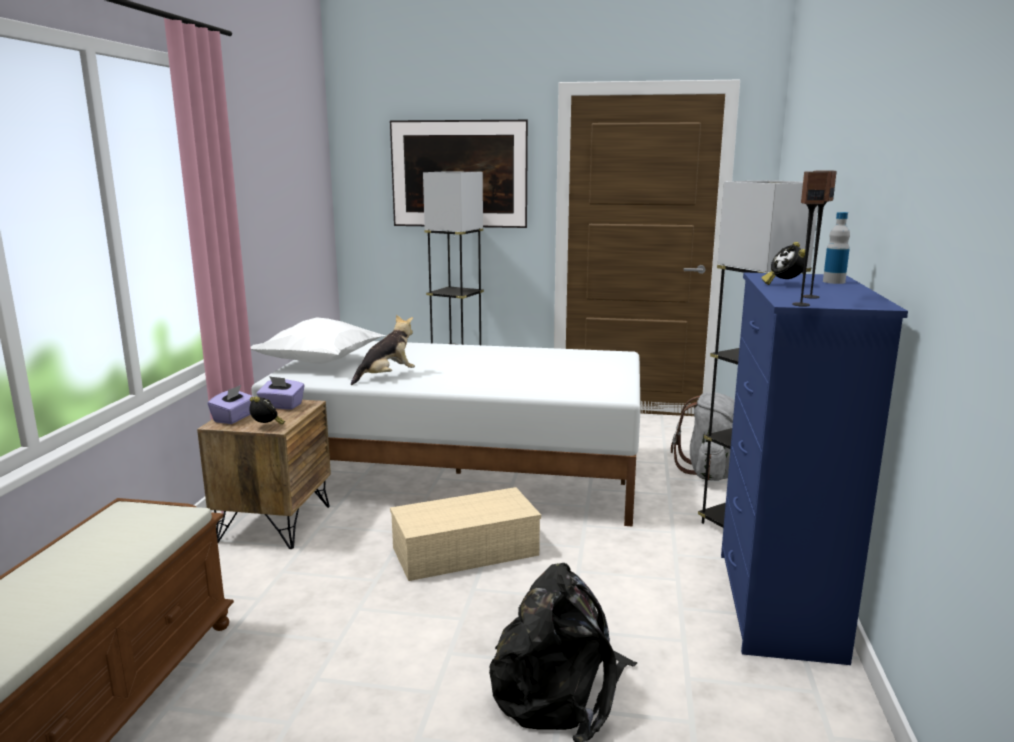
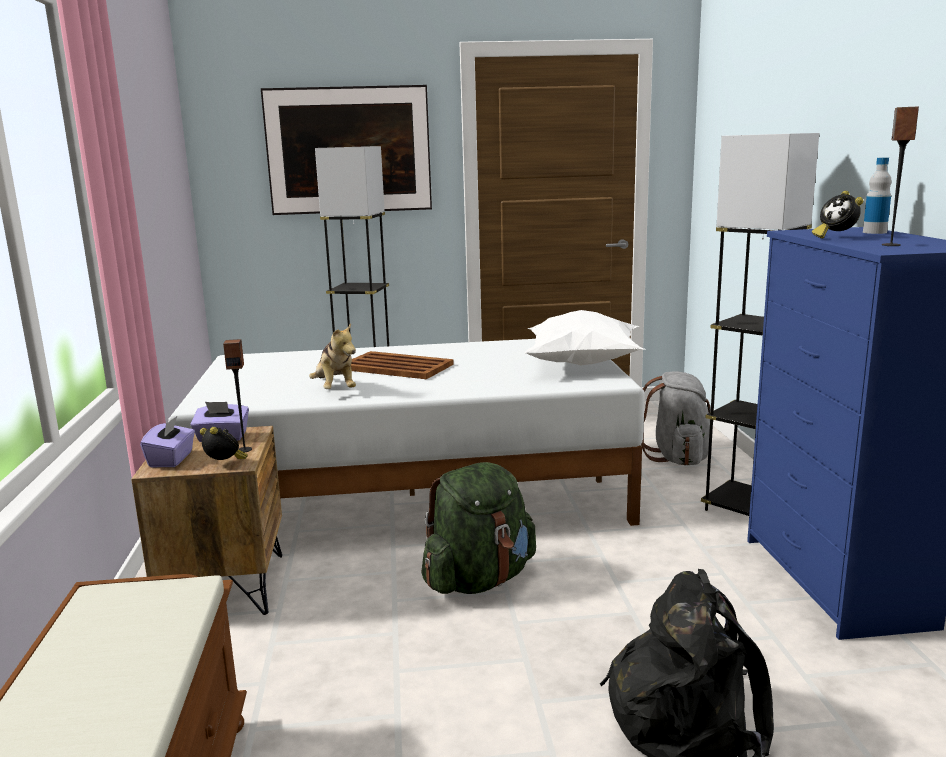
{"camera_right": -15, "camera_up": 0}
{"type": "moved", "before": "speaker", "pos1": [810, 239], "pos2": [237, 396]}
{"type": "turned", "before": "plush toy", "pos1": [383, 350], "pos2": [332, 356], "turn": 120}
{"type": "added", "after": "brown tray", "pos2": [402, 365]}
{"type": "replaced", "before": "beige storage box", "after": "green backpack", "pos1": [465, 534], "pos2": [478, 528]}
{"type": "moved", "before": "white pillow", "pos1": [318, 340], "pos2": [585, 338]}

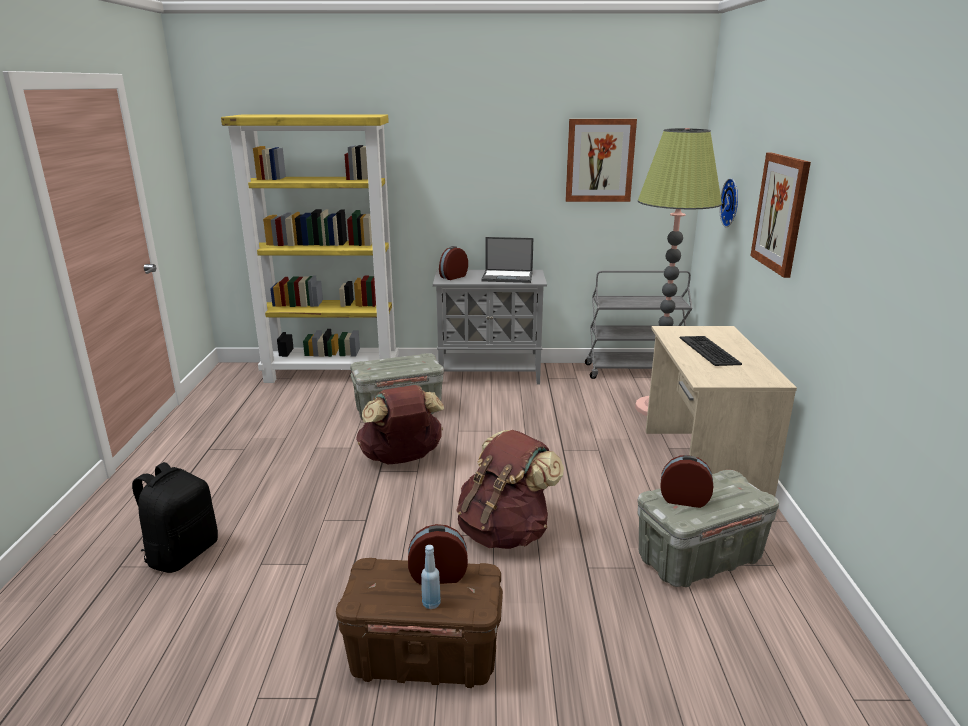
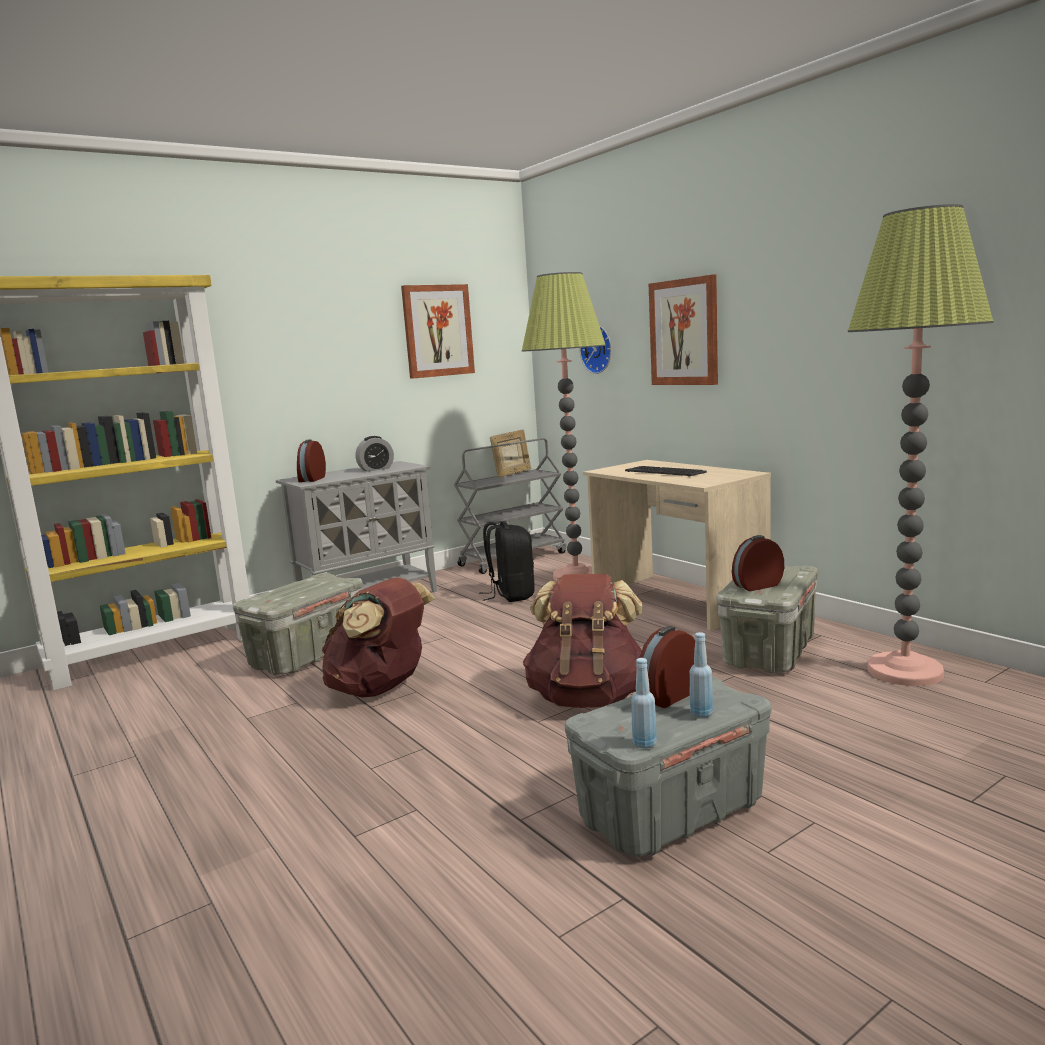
{"camera_right": -35, "camera_up": -10}
{"type": "replaced", "before": "laptop", "after": "alarm clock", "pos1": [507, 260], "pos2": [374, 454]}
{"type": "moved", "before": "black backpack", "pos1": [175, 517], "pos2": [507, 561]}
{"type": "added", "after": "picture frame", "pos2": [510, 453]}
{"type": "recoloured", "before": "brown storage box", "after": "grey storage box", "pos1": [419, 623], "pos2": [668, 766]}
{"type": "added", "after": "blue bottle", "pos2": [644, 703]}
{"type": "added", "after": "floor lamp", "pos2": [921, 445]}

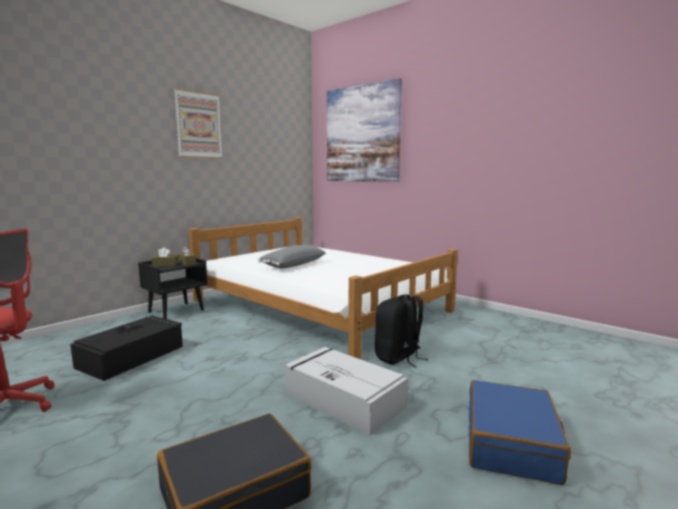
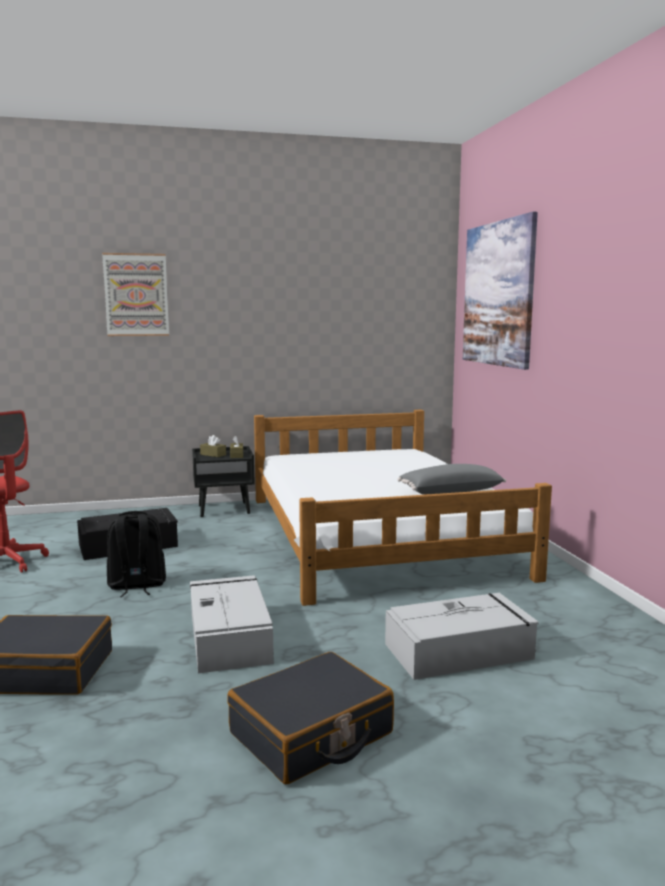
{"camera_right": 35, "camera_up": 0}
{"type": "moved", "before": "picture", "pos1": [198, 123], "pos2": [135, 294]}
{"type": "moved", "before": "black backpack", "pos1": [401, 330], "pos2": [136, 554]}
{"type": "recoloured", "before": "blue suitcase", "after": "black suitcase", "pos1": [520, 432], "pos2": [310, 718]}
{"type": "added", "after": "grey storage box", "pos2": [462, 636]}
{"type": "moved", "before": "grey pillow", "pos1": [292, 256], "pos2": [451, 479]}

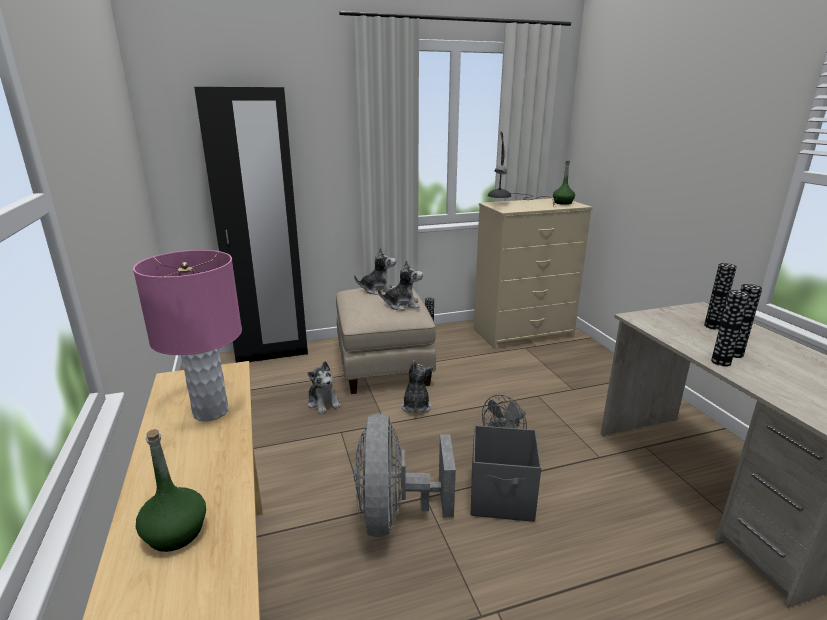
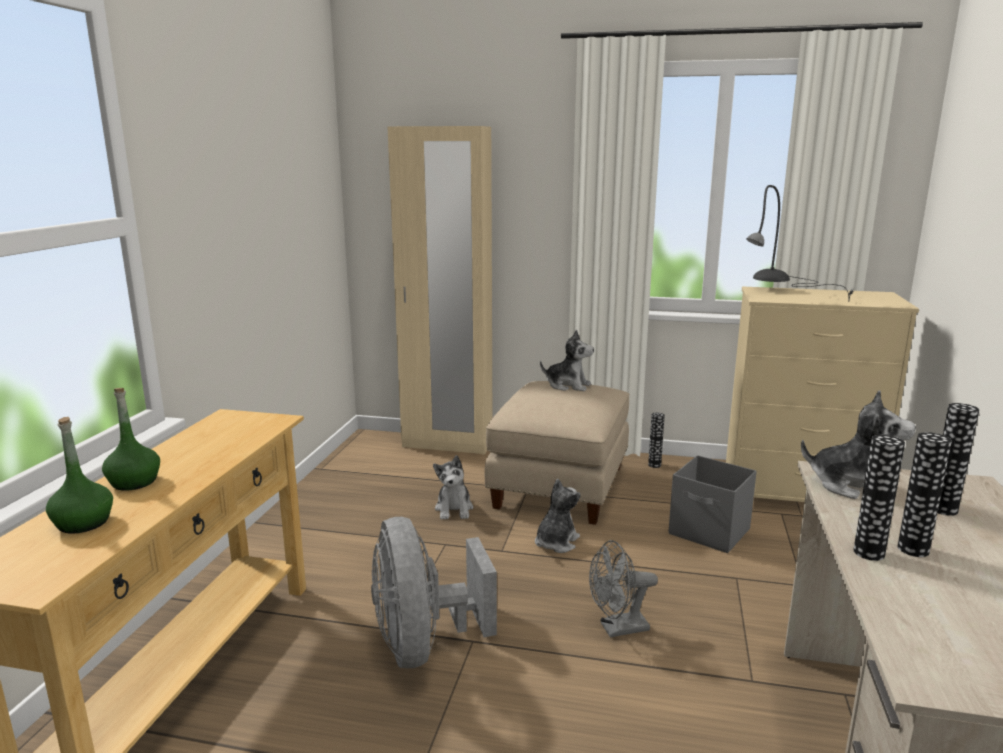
{"camera_right": 30, "camera_up": -5}
{"type": "moved", "before": "green bottle", "pos1": [564, 183], "pos2": [131, 439]}
{"type": "turned", "before": "grey fan", "pos1": [405, 475], "pos2": [434, 592], "turn": -45}
{"type": "recoloured", "before": "black wardrobe", "after": "beige wardrobe", "pos1": [251, 225], "pos2": [440, 290]}
{"type": "moved", "before": "grey storage box", "pos1": [506, 473], "pos2": [713, 504]}
{"type": "moved", "before": "plush toy", "pos1": [400, 285], "pos2": [858, 444]}
{"type": "removed", "before": "pink table lamp", "pos1": [187, 336]}

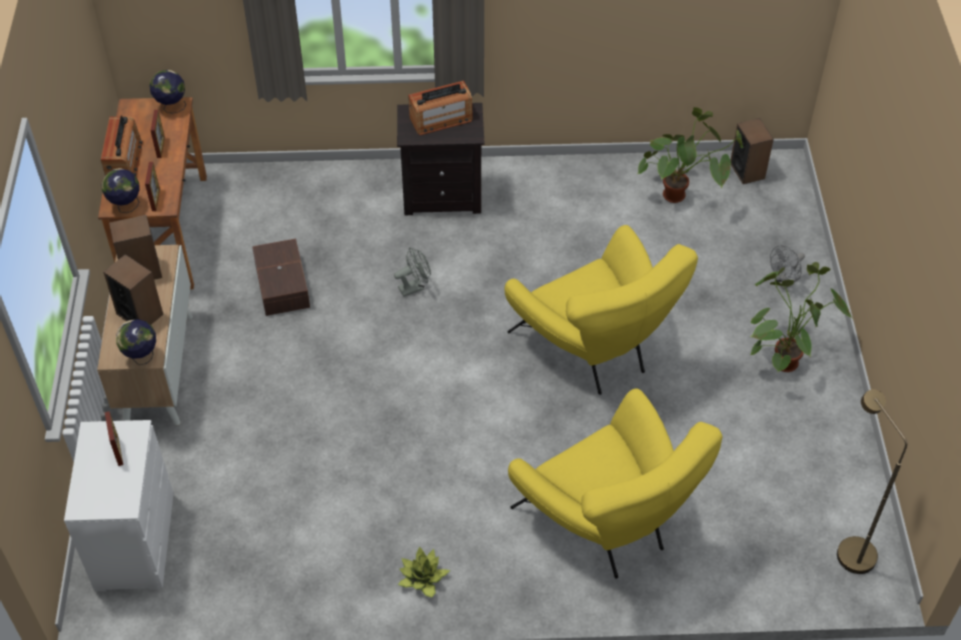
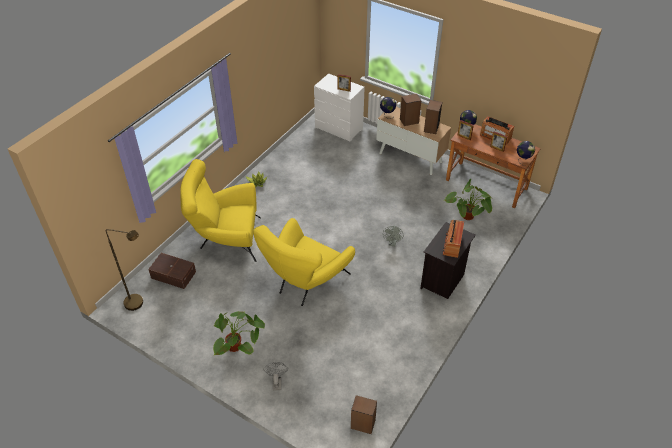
{"camera_right": 125, "camera_up": -5}
{"type": "moved", "before": "brown storage box", "pos1": [281, 277], "pos2": [172, 271]}
{"type": "turned", "before": "yellow armchair", "pos1": [601, 310], "pos2": [304, 262], "turn": -60}
{"type": "moved", "before": "potted plant", "pos1": [690, 155], "pos2": [468, 199]}

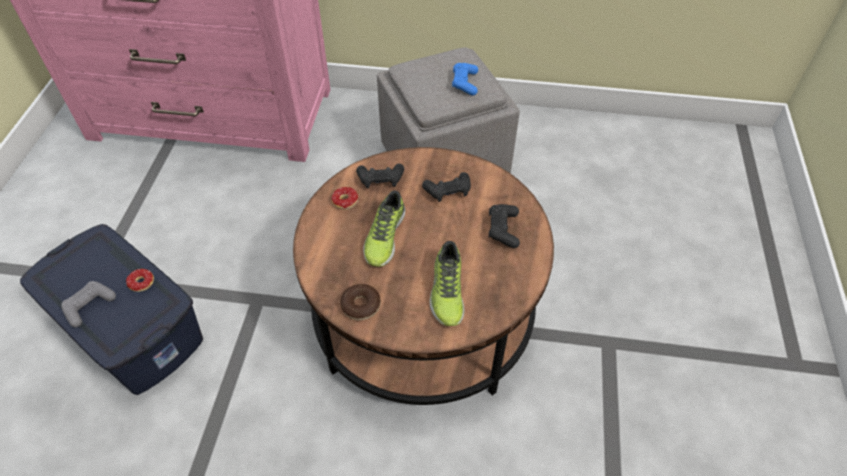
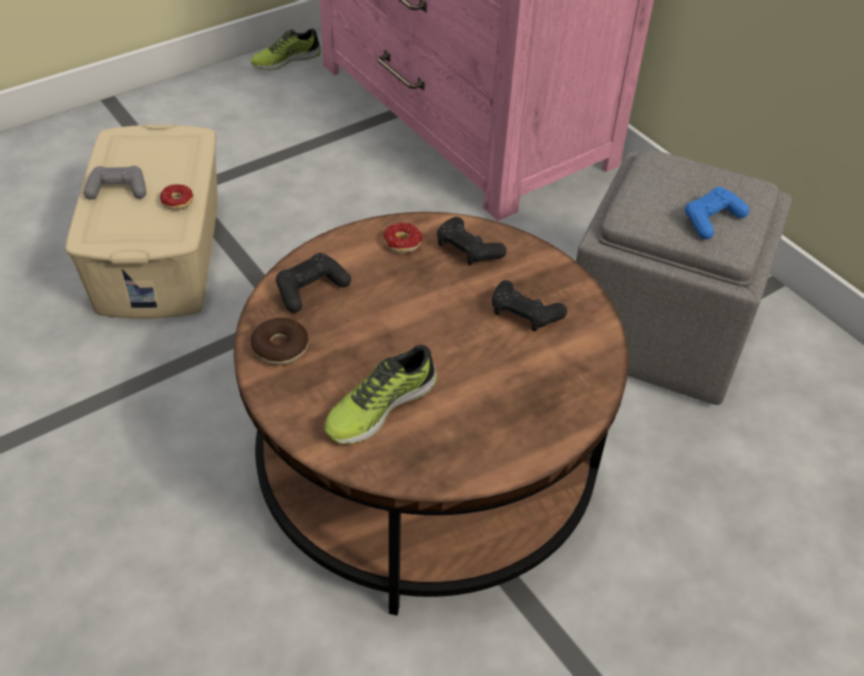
{"camera_right": 45, "camera_up": -5}
{"type": "recoloured", "before": "blue storage box", "after": "beige storage box", "pos1": [111, 309], "pos2": [141, 221]}
{"type": "moved", "before": "shoe", "pos1": [384, 229], "pos2": [286, 49]}
{"type": "moved", "before": "black game controller", "pos1": [504, 226], "pos2": [313, 283]}

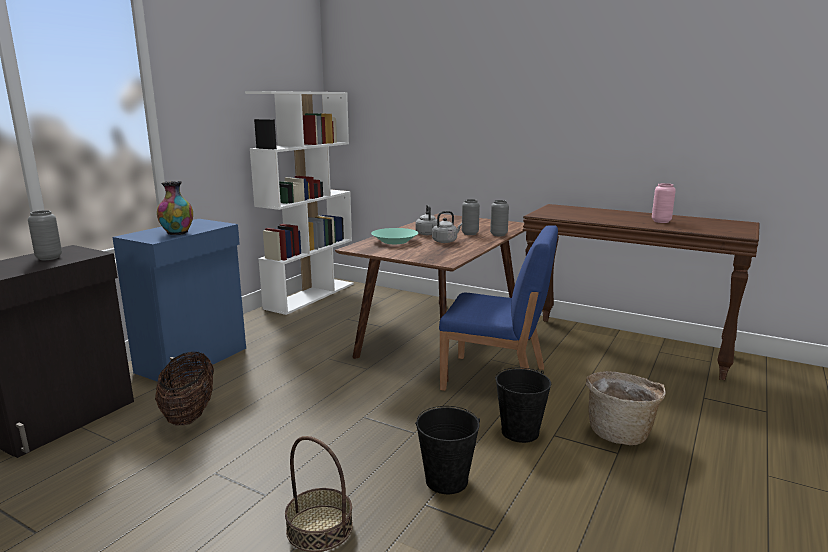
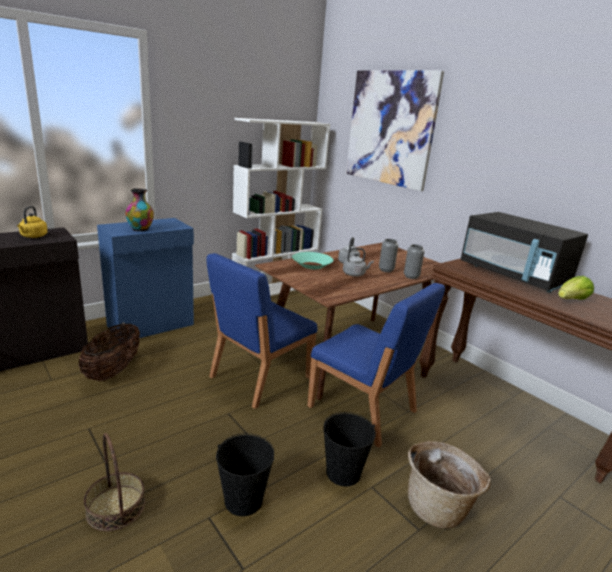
{"camera_right": 20, "camera_up": 5}
{"type": "replaced", "before": "grey vase", "after": "yellow kettle", "pos1": [45, 235], "pos2": [32, 222]}
{"type": "added", "after": "blue chair", "pos2": [262, 331]}
{"type": "added", "after": "picture", "pos2": [395, 130]}
{"type": "added", "after": "black microwave", "pos2": [524, 252]}
{"type": "replaced", "before": "pink vase", "after": "lettuce", "pos1": [664, 203], "pos2": [576, 288]}

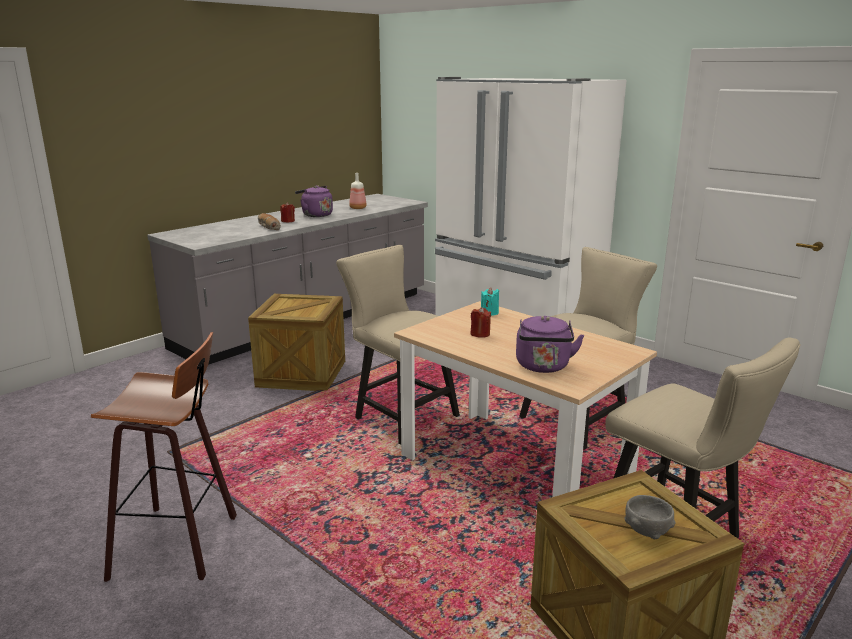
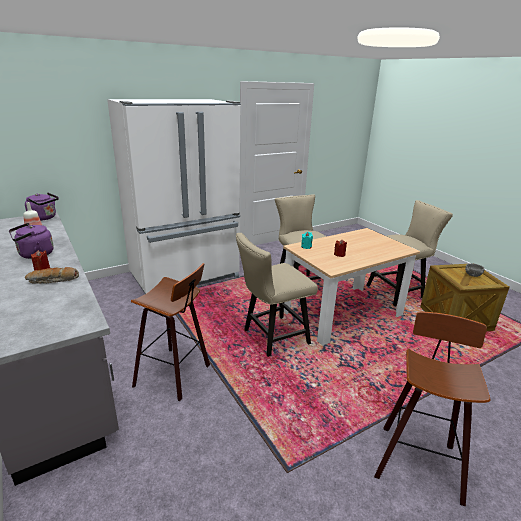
{"camera_right": -75, "camera_up": 5}
{"type": "moved", "before": "purple kettle", "pos1": [550, 344], "pos2": [42, 206]}
{"type": "replaced", "before": "crate", "after": "stool", "pos1": [296, 342], "pos2": [170, 332]}

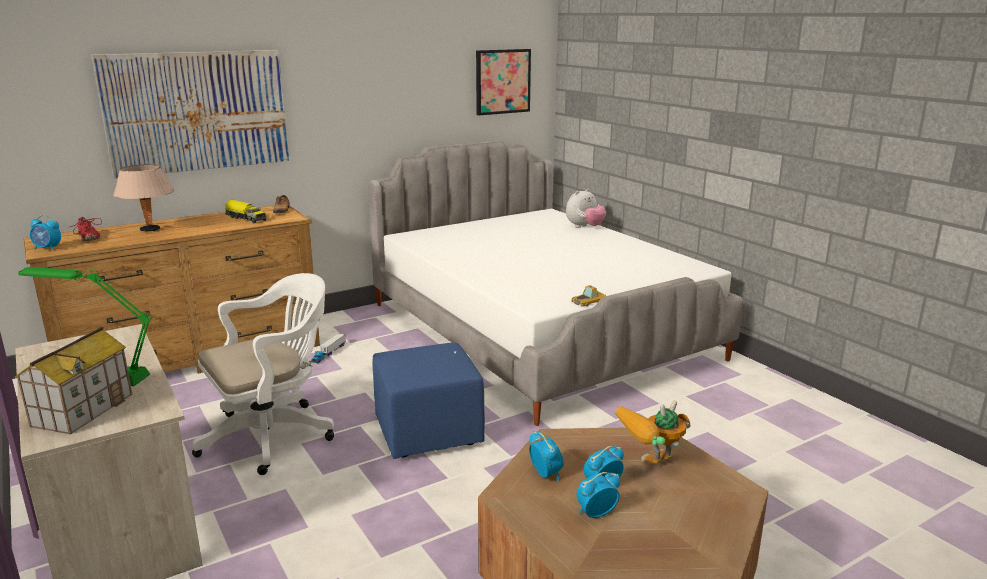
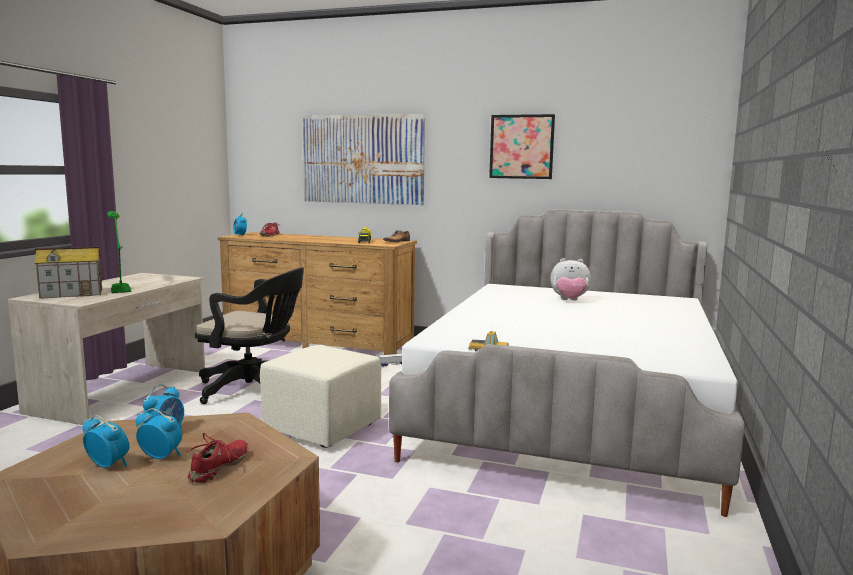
{"camera_right": 50, "camera_up": -10}
{"type": "replaced", "before": "toy robot", "after": "red shoe", "pos1": [653, 431], "pos2": [216, 458]}
{"type": "recoloured", "before": "white office chair", "after": "black office chair", "pos1": [263, 374], "pos2": [249, 336]}
{"type": "recoloured", "before": "blue ottoman", "after": "beige ottoman", "pos1": [429, 400], "pos2": [320, 396]}
{"type": "moved", "before": "picture", "pos1": [503, 82], "pos2": [522, 146]}
{"type": "moved", "before": "plush toy", "pos1": [586, 208], "pos2": [570, 279]}
{"type": "removed", "before": "beige table lamp", "pos1": [143, 197]}

